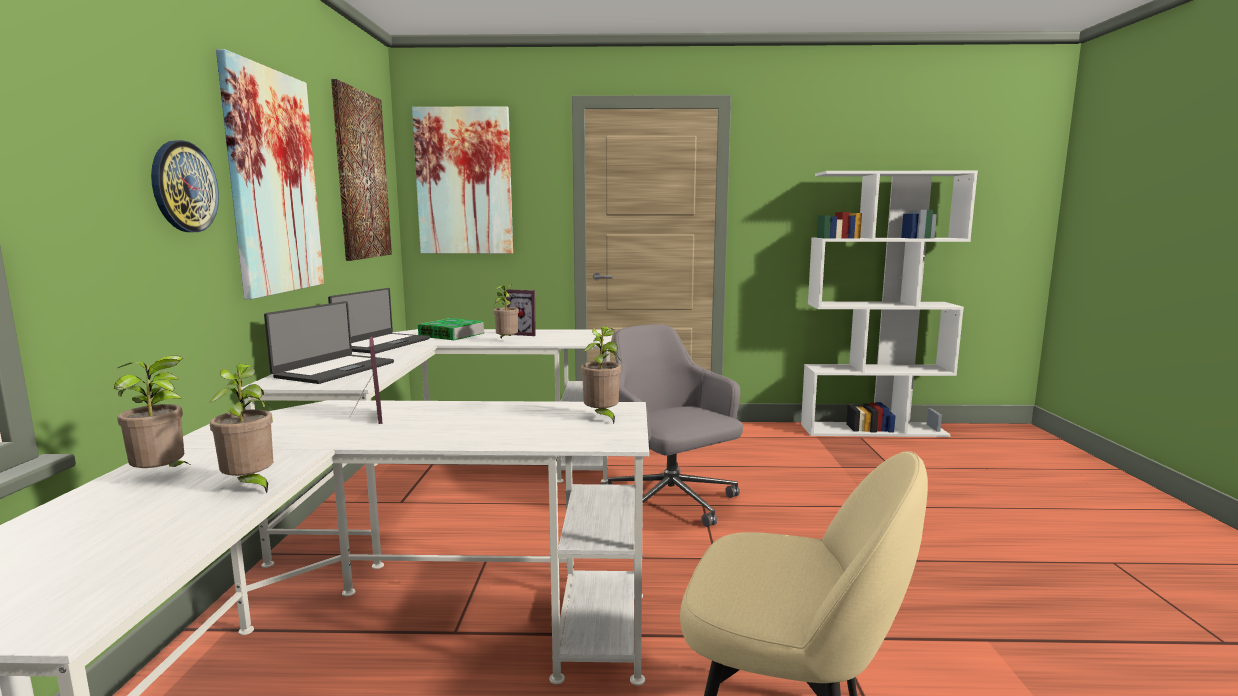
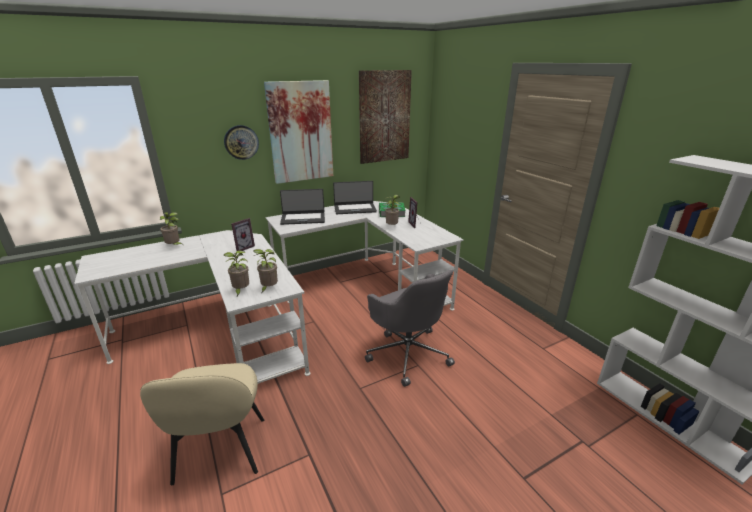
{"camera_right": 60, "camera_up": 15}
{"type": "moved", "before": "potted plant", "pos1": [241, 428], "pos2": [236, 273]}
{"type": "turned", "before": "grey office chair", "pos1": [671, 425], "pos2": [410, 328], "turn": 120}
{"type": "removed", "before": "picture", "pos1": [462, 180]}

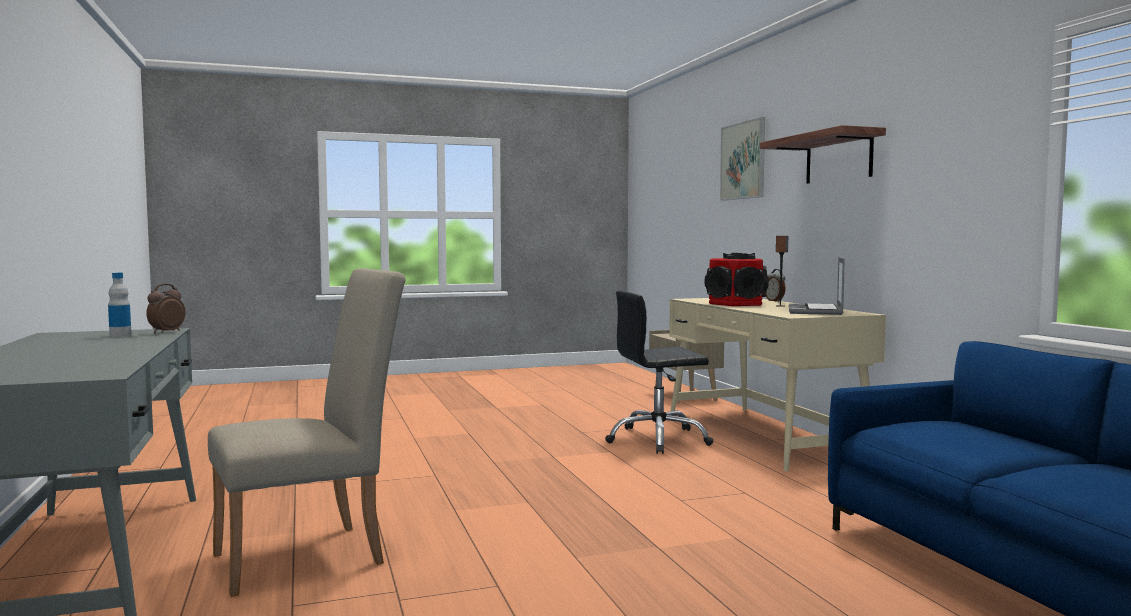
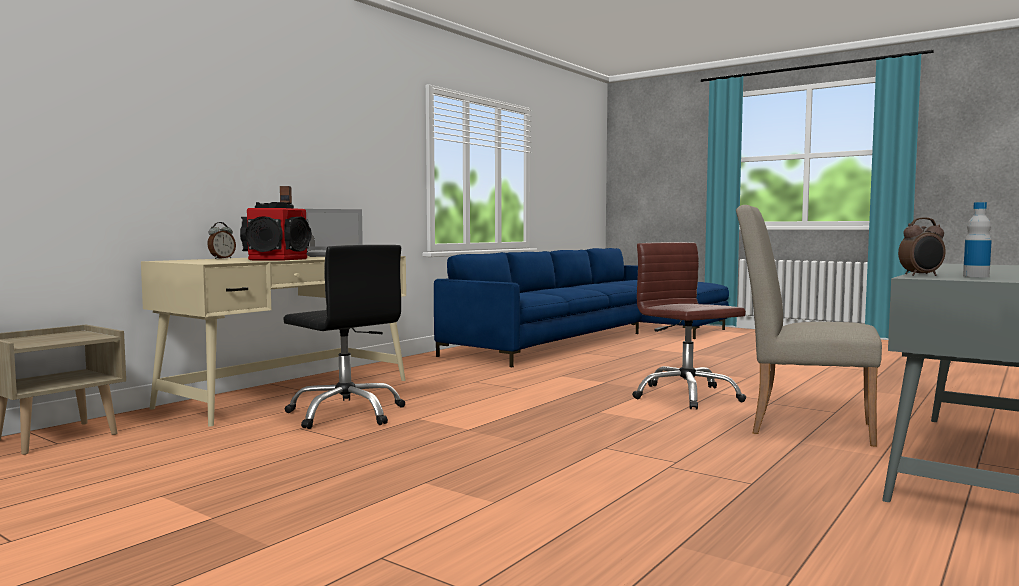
{"camera_right": -125, "camera_up": 0}
{"type": "added", "after": "brown office chair", "pos2": [689, 326]}
{"type": "removed", "before": "picture", "pos1": [742, 159]}
{"type": "removed", "before": "shelf", "pos1": [823, 154]}

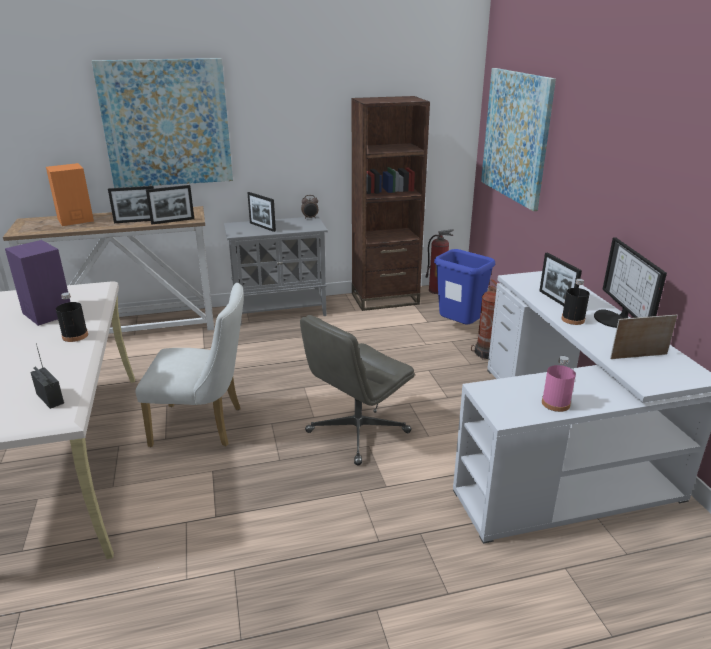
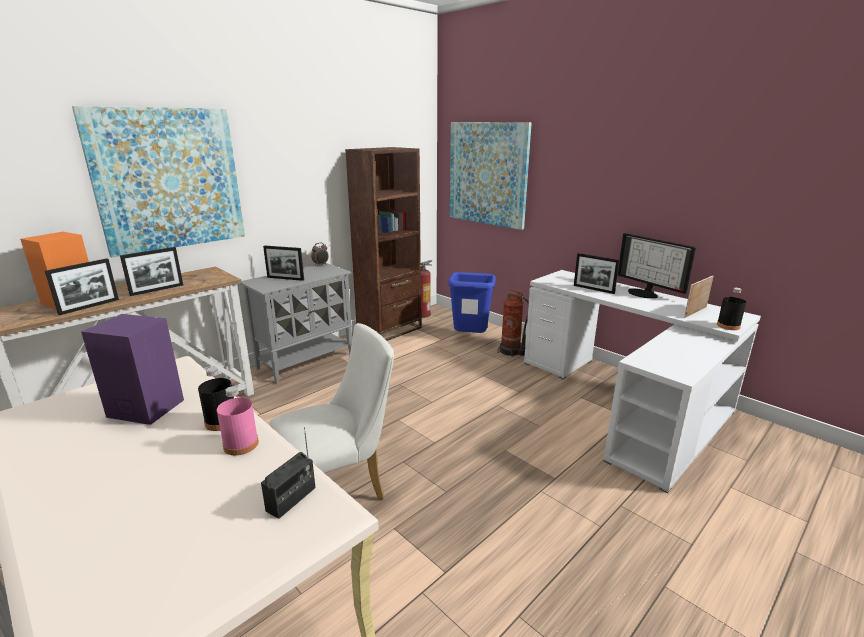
{"camera_right": -30, "camera_up": -5}
{"type": "moved", "before": "picture frame", "pos1": [170, 205], "pos2": [82, 286]}
{"type": "moved", "before": "pink bottle", "pos1": [559, 384], "pos2": [238, 420]}
{"type": "turned", "before": "radio", "pos1": [47, 376], "pos2": [288, 473], "turn": 105}
{"type": "moved", "before": "black bottle", "pos1": [575, 302], "pos2": [731, 309]}
{"type": "removed", "before": "grey office chair", "pos1": [357, 390]}

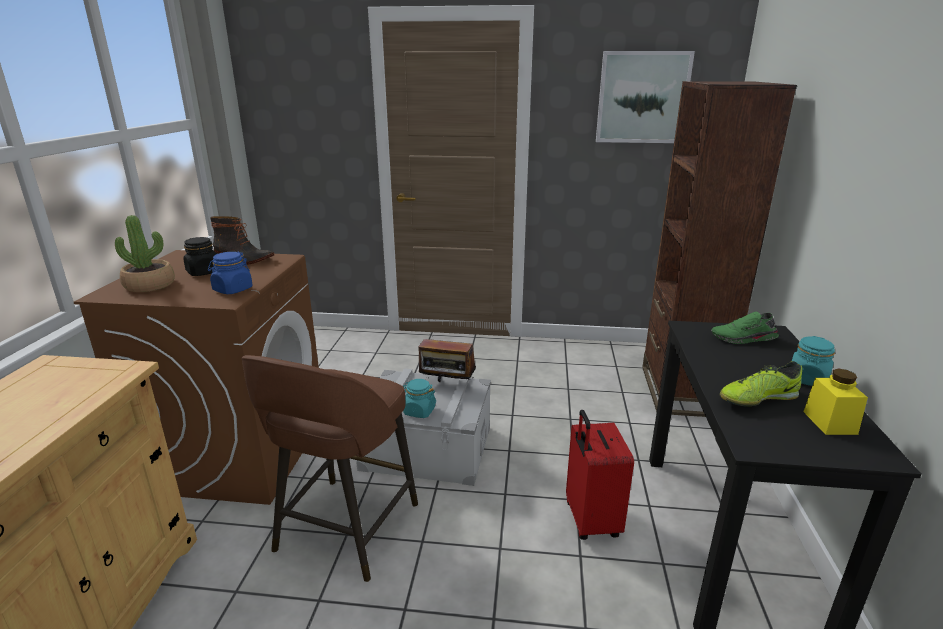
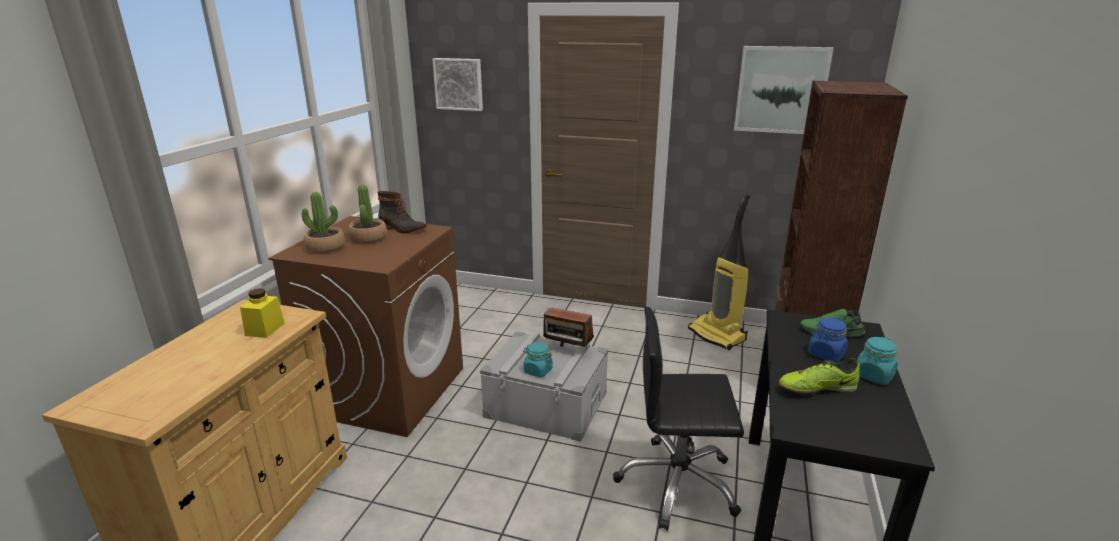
{"camera_right": 10, "camera_up": 0}
{"type": "moved", "before": "yellow jar", "pos1": [835, 402], "pos2": [262, 313]}
{"type": "replaced", "before": "black jar", "after": "potted plant", "pos1": [199, 256], "pos2": [367, 214]}
{"type": "added", "after": "picture", "pos2": [457, 84]}
{"type": "replaced", "before": "red suitcase", "after": "black office chair", "pos1": [600, 475], "pos2": [678, 419]}
{"type": "added", "after": "vacuum cleaner", "pos2": [719, 272]}
{"type": "moved", "before": "blue jar", "pos1": [230, 273], "pos2": [828, 339]}
{"type": "removed", "before": "brown stool", "pos1": [329, 468]}

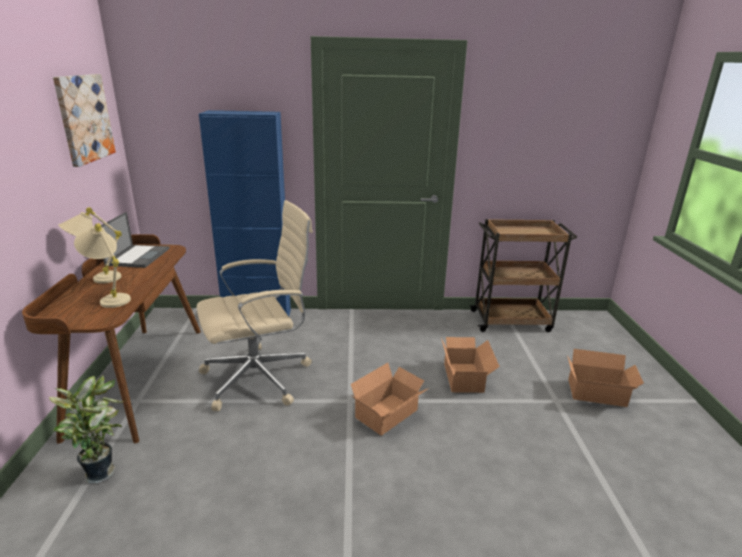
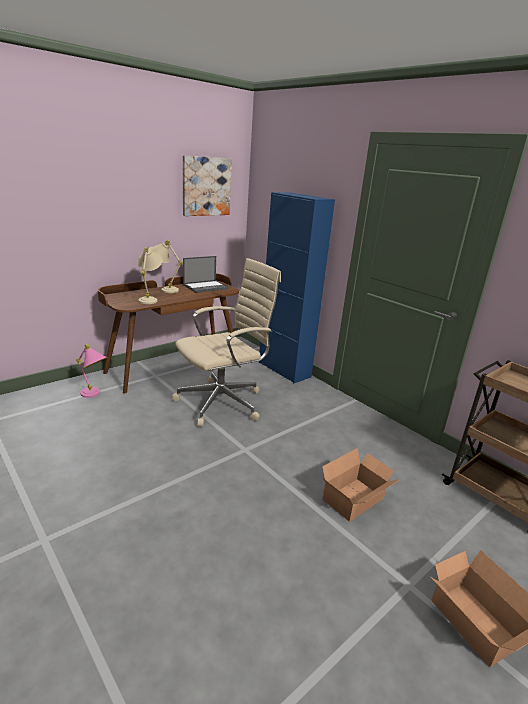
{"camera_right": 50, "camera_up": 0}
{"type": "replaced", "before": "potted plant", "after": "pink table lamp", "pos1": [87, 429], "pos2": [91, 371]}
{"type": "turned", "before": "beige office chair", "pos1": [255, 305], "pos2": [226, 342], "turn": -60}
{"type": "removed", "before": "cardboard box", "pos1": [390, 399]}

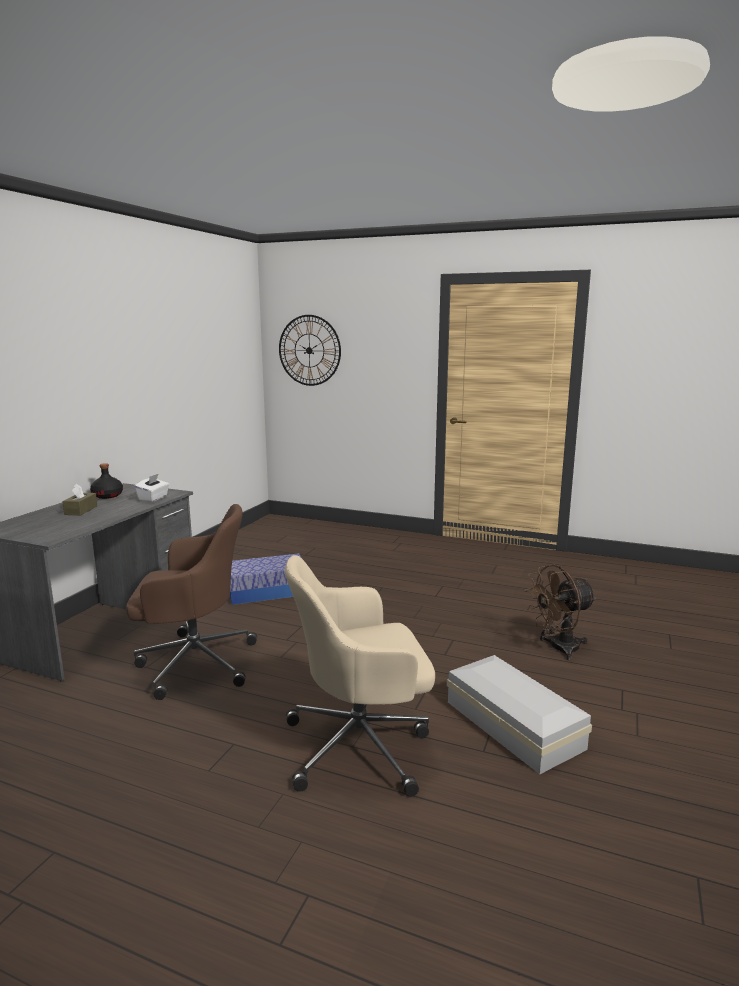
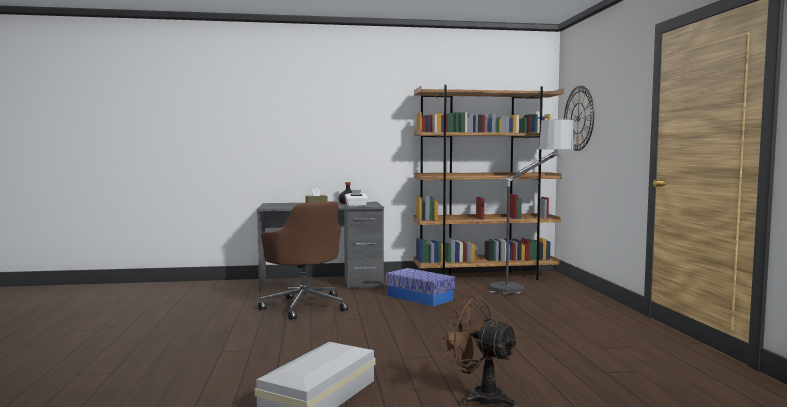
{"camera_right": 60, "camera_up": -10}
{"type": "added", "after": "brown bookcase", "pos2": [488, 182]}
{"type": "added", "after": "floor lamp", "pos2": [531, 206]}
{"type": "removed", "before": "beige office chair", "pos1": [360, 676]}

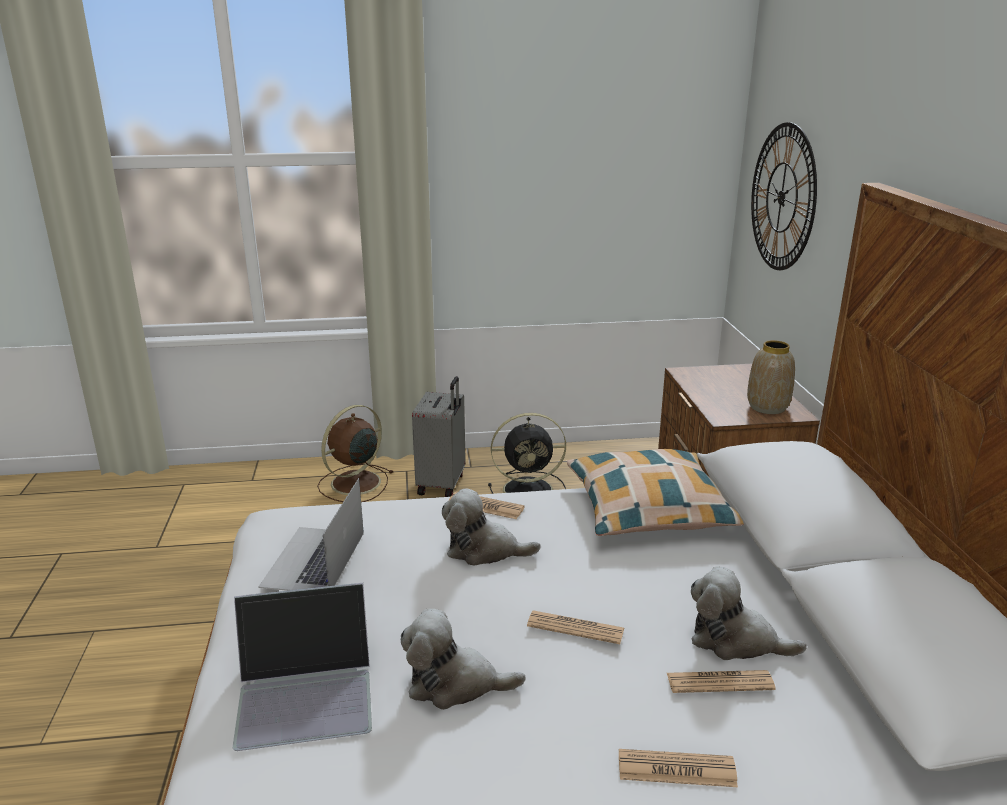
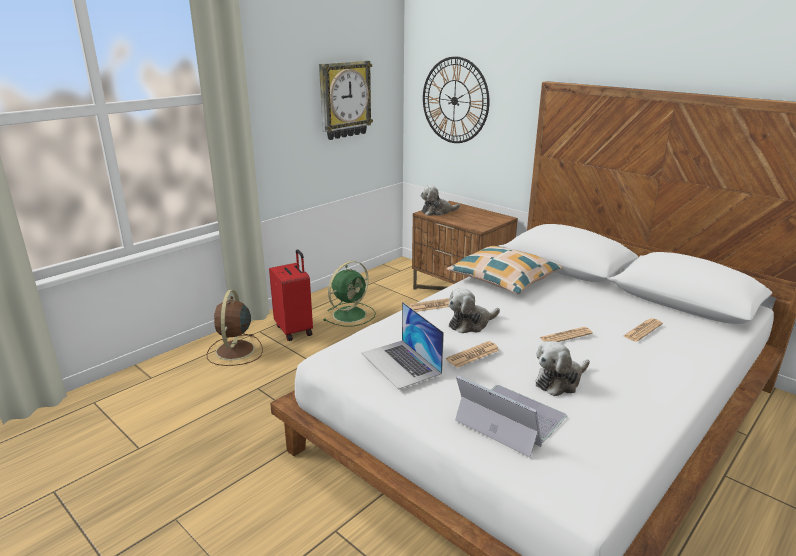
{"camera_right": -40, "camera_up": 0}
{"type": "recoloured", "before": "grey suitcase", "after": "red suitcase", "pos1": [439, 436], "pos2": [291, 295]}
{"type": "added", "after": "wall clock", "pos2": [346, 100]}
{"type": "recoloured", "before": "black fan", "after": "green fan", "pos1": [527, 453], "pos2": [349, 294]}
{"type": "moved", "before": "plush toy", "pos1": [749, 613], "pos2": [440, 200]}
{"type": "moved", "before": "newspaper", "pos1": [678, 768], "pos2": [472, 354]}
{"type": "turned", "before": "laptop", "pos1": [302, 667], "pos2": [511, 416], "turn": -90}
{"type": "removed", "before": "vase", "pos1": [771, 377]}

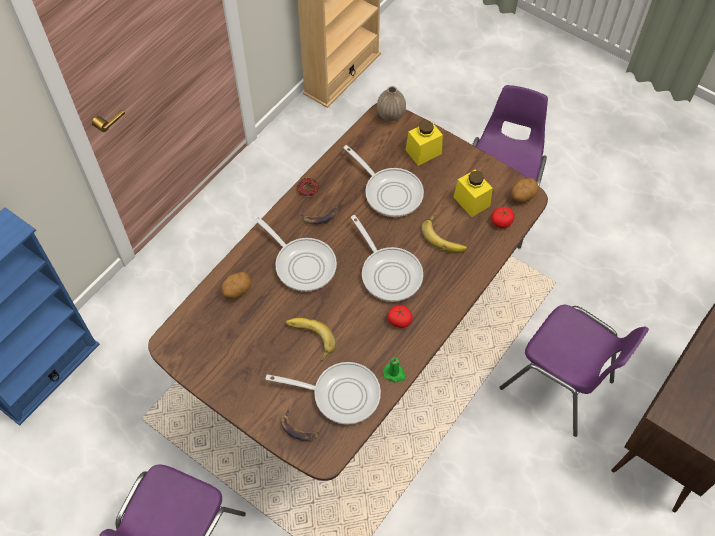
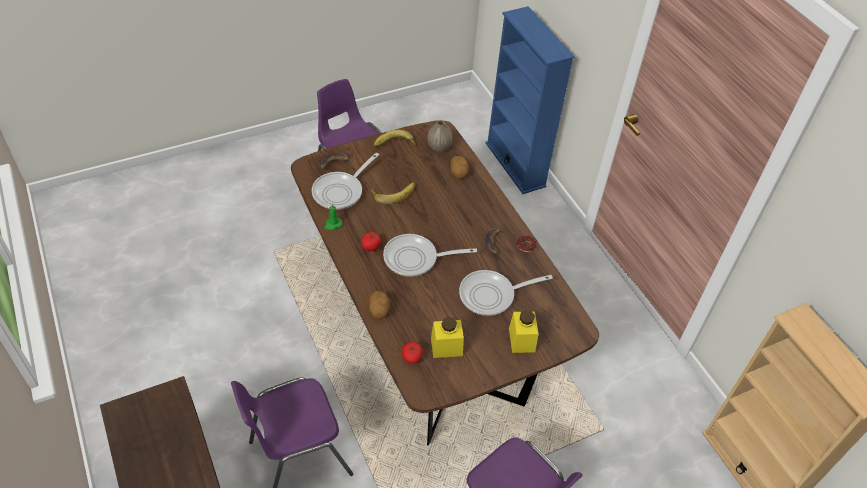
{"camera_right": 115, "camera_up": -10}
{"type": "moved", "before": "potato", "pos1": [524, 190], "pos2": [379, 305]}
{"type": "moved", "before": "banana", "pos1": [444, 233], "pos2": [395, 138]}
{"type": "moved", "before": "vase", "pos1": [391, 103], "pos2": [440, 136]}
{"type": "removed", "before": "frying pan", "pos1": [295, 253]}

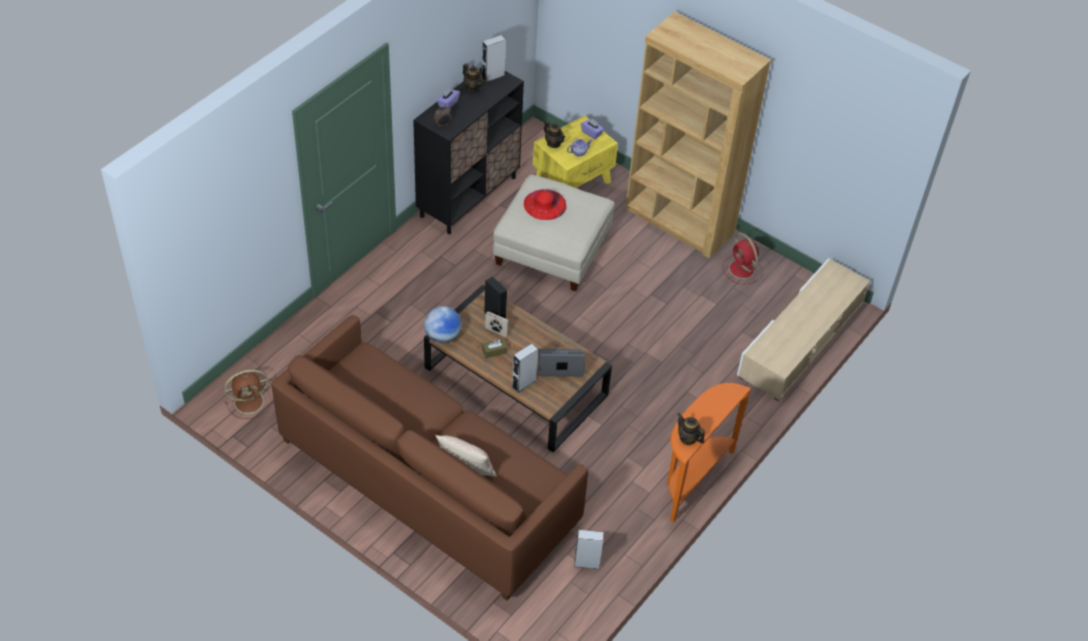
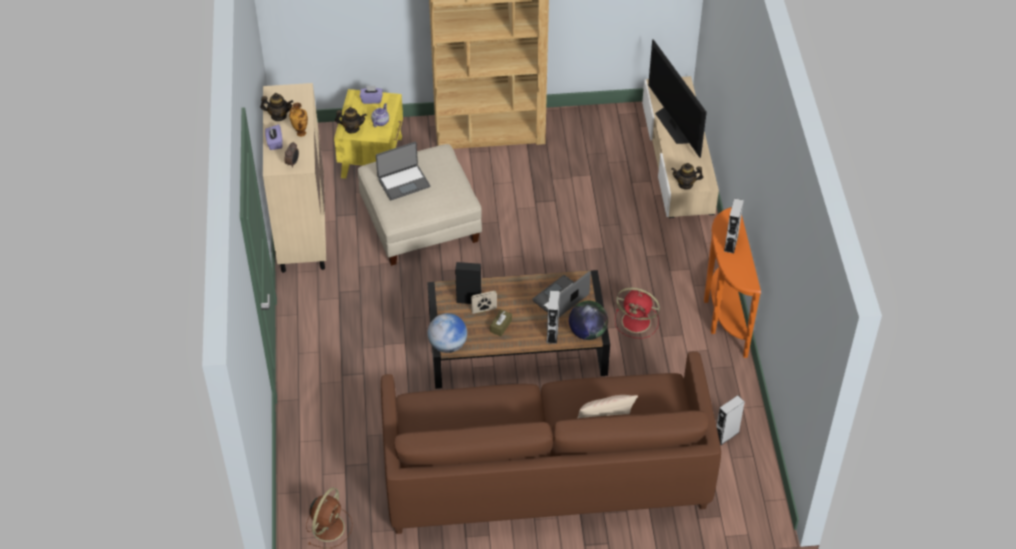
{"camera_right": -40, "camera_up": 0}
{"type": "recoloured", "before": "black cabinet", "after": "beige cabinet", "pos1": [468, 150], "pos2": [294, 178]}
{"type": "added", "after": "vase", "pos2": [298, 120]}
{"type": "replaced", "before": "red hat", "after": "laptop", "pos1": [545, 204], "pos2": [403, 170]}
{"type": "added", "after": "globe", "pos2": [588, 320]}
{"type": "moved", "before": "red fan", "pos1": [743, 258], "pos2": [637, 313]}
{"type": "added", "after": "television", "pos2": [677, 98]}
{"type": "moved", "before": "teapot", "pos1": [691, 429], "pos2": [687, 176]}
{"type": "moved", "before": "grey speaker", "pos1": [494, 58], "pos2": [734, 225]}

